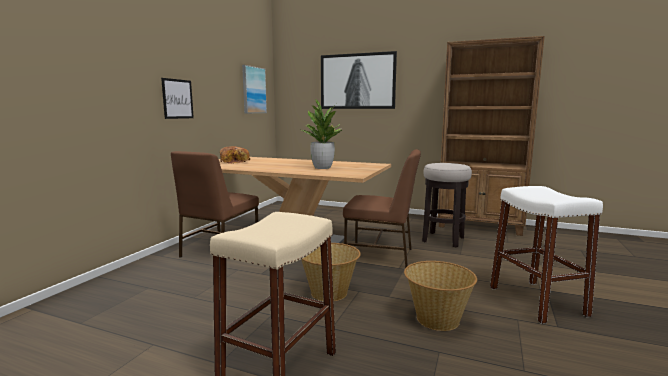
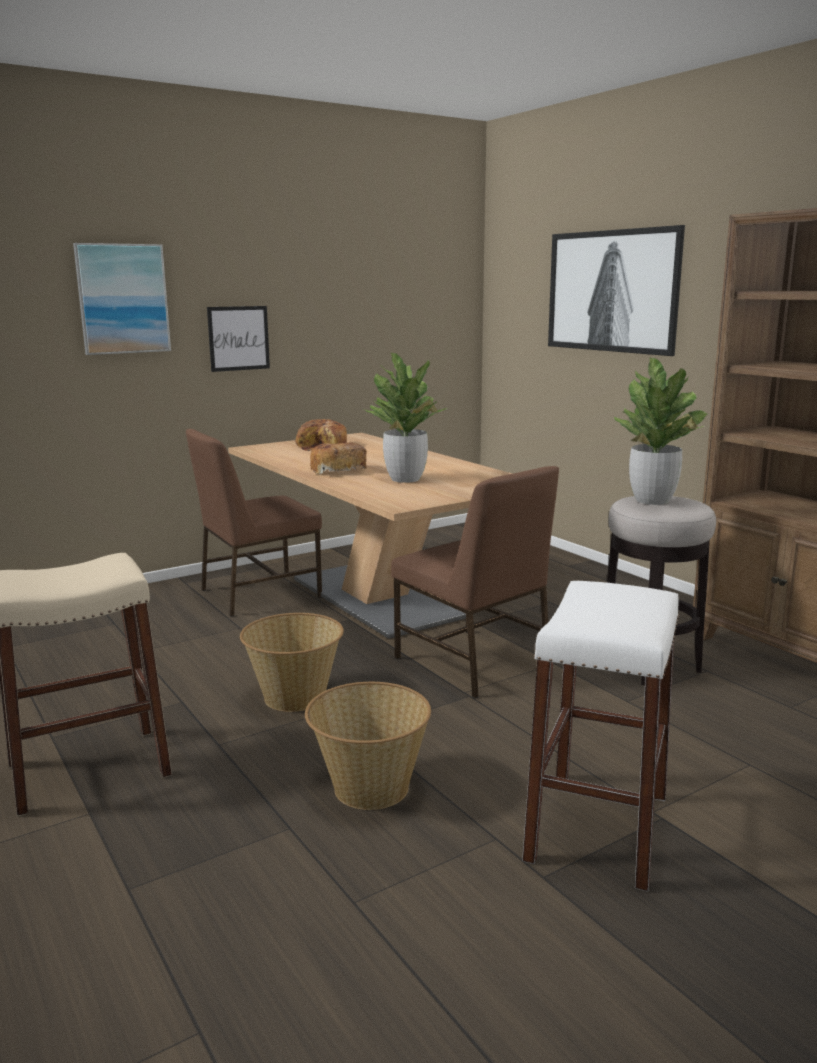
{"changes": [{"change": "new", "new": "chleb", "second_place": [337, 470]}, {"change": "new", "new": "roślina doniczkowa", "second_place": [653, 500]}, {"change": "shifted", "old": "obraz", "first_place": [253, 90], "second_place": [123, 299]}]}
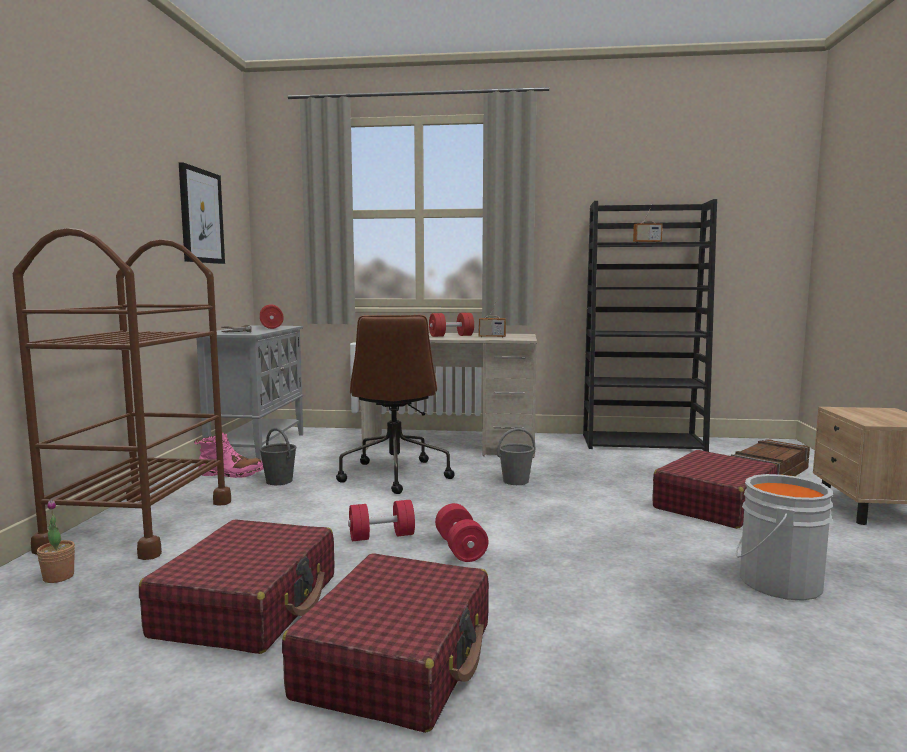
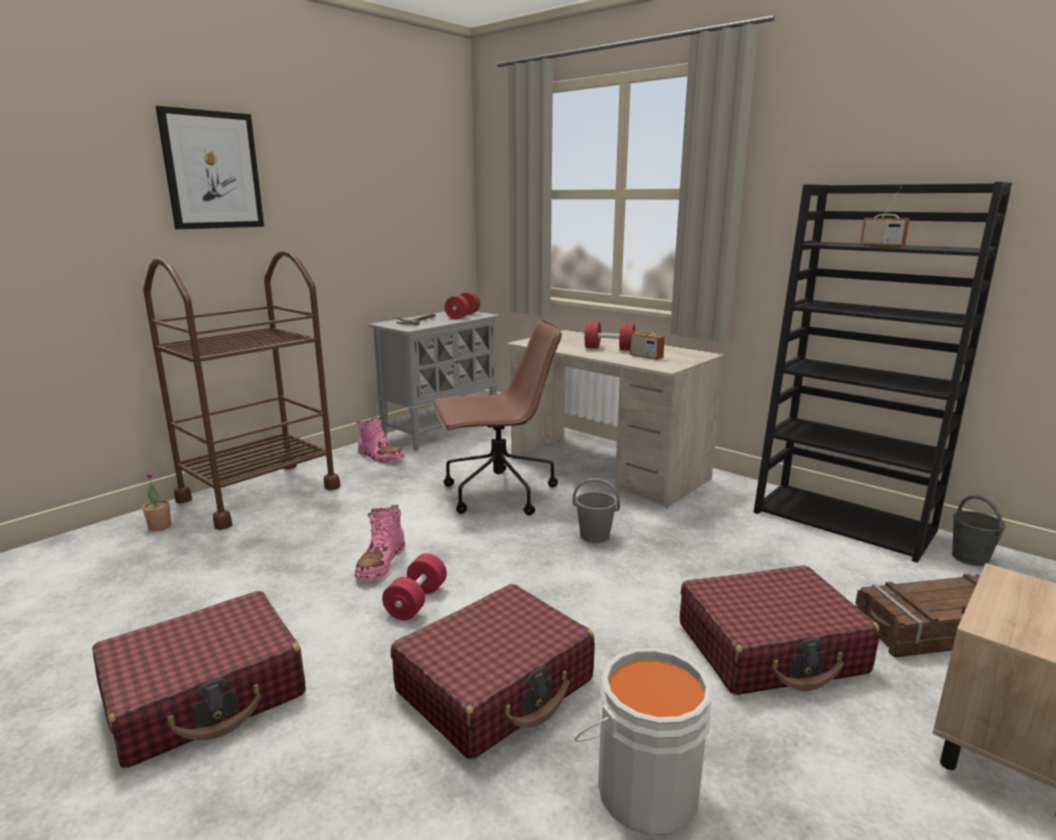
{"changes": [{"change": "shifted", "old": "walizka (czerwony)", "first_place": [249, 605], "second_place": [496, 686]}, {"change": "shifted", "old": "obraz", "first_place": [201, 216], "second_place": [212, 170]}, {"change": "shifted", "old": "wiadro (szary)", "first_place": [279, 481], "second_place": [970, 558]}, {"change": "swapped", "old": "hantel (czerwony)", "new": "but z cholewką (różowy)", "first_place": [381, 536], "second_place": [381, 563]}, {"change": "rotated", "old": "krzesło biurowe (brązowy)", "first_place": [394, 475], "second_place": [497, 494], "degrees": -135}]}
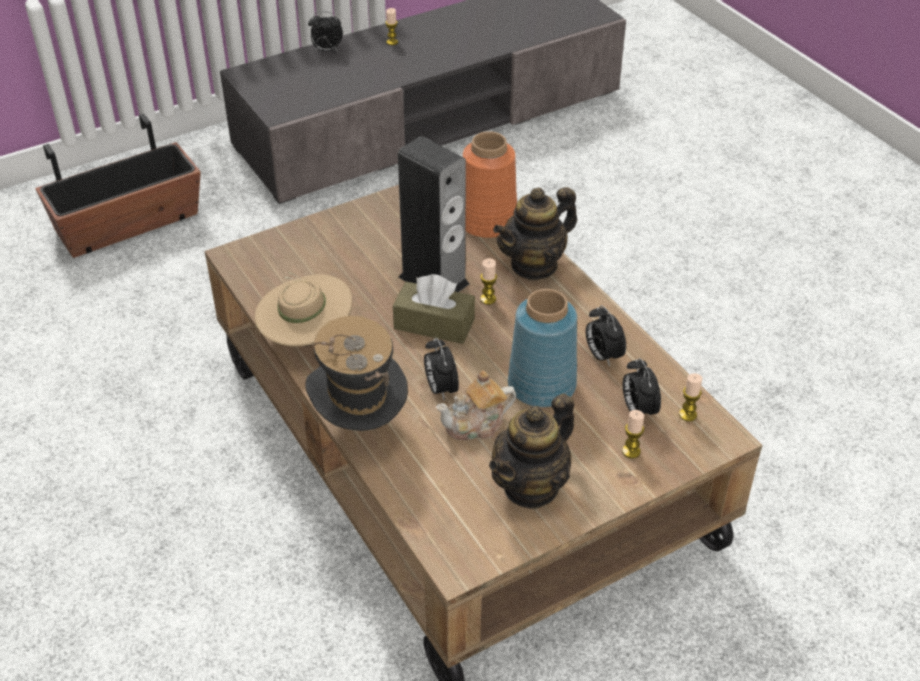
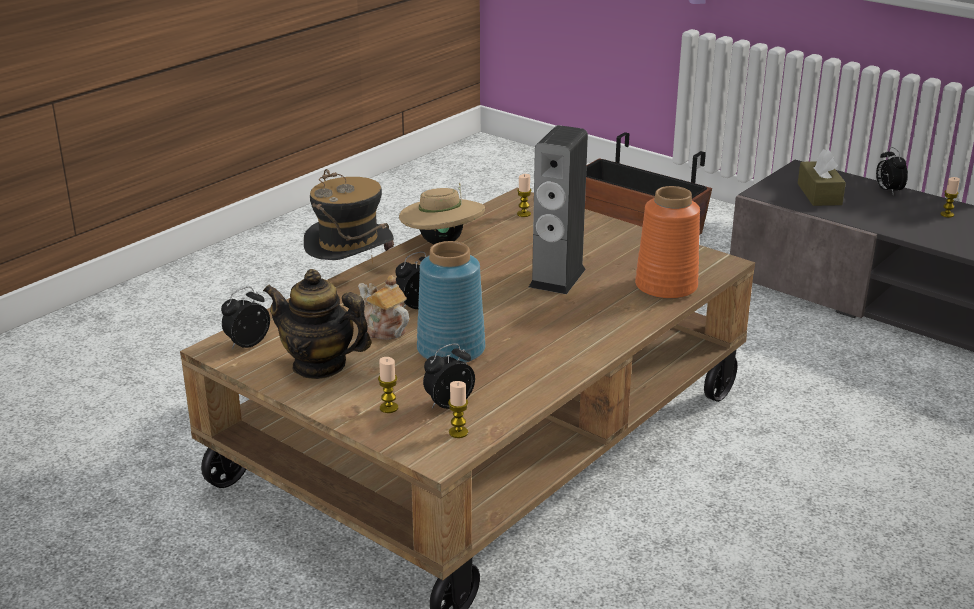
{"changes": [{"change": "gone", "old": "imbryk", "first_place": [534, 265]}, {"change": "shifted", "old": "pudełko chusteczek (brązowy)", "first_place": [434, 324], "second_place": [819, 194]}, {"change": "shifted", "old": "świeca", "first_place": [488, 299], "second_place": [523, 214]}, {"change": "shifted", "old": "budzik", "first_place": [602, 356], "second_place": [247, 344]}]}
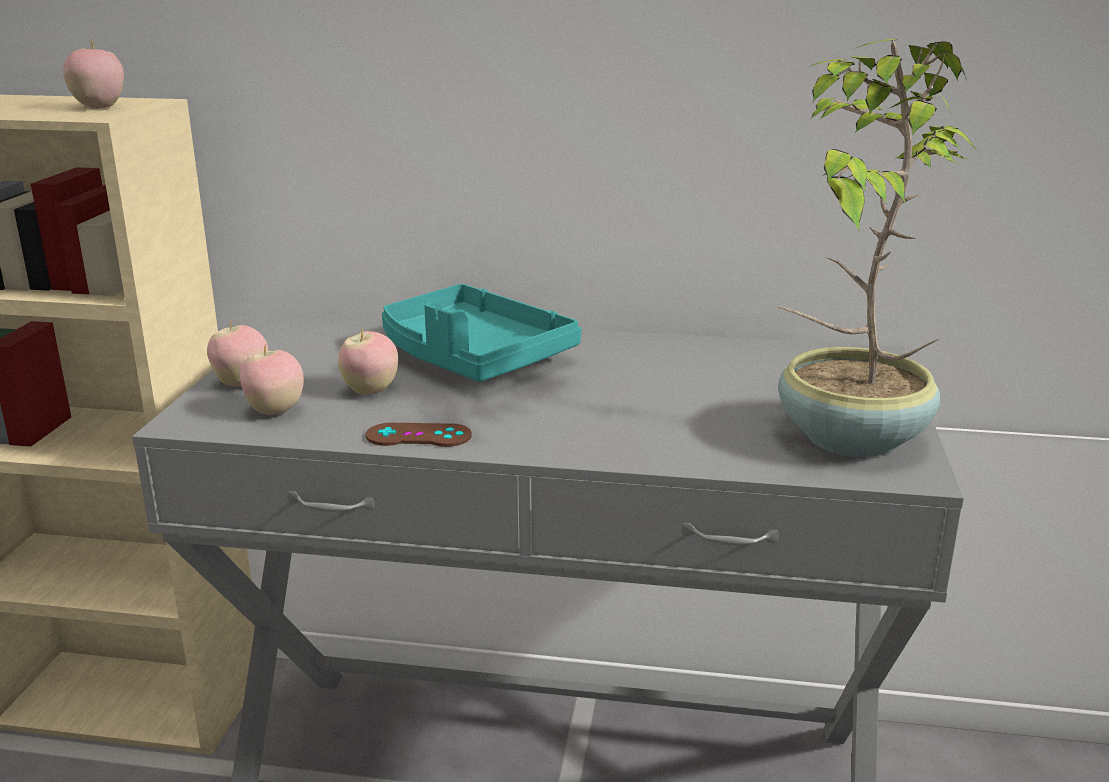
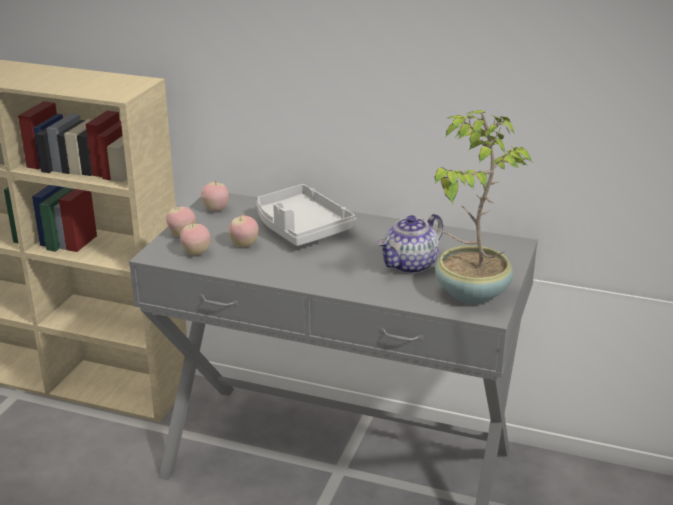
{"changes": [{"change": "gone", "old": "pad do gier (brązowy)", "first_place": [418, 436]}, {"change": "new", "new": "imbryk", "second_place": [410, 265]}, {"change": "shifted", "old": "jabłko", "first_place": [99, 107], "second_place": [216, 210]}, {"change": "repainted", "old": "taca (turkusowy)", "new": "taca (szary)", "first_place": [472, 357], "second_place": [300, 228]}]}
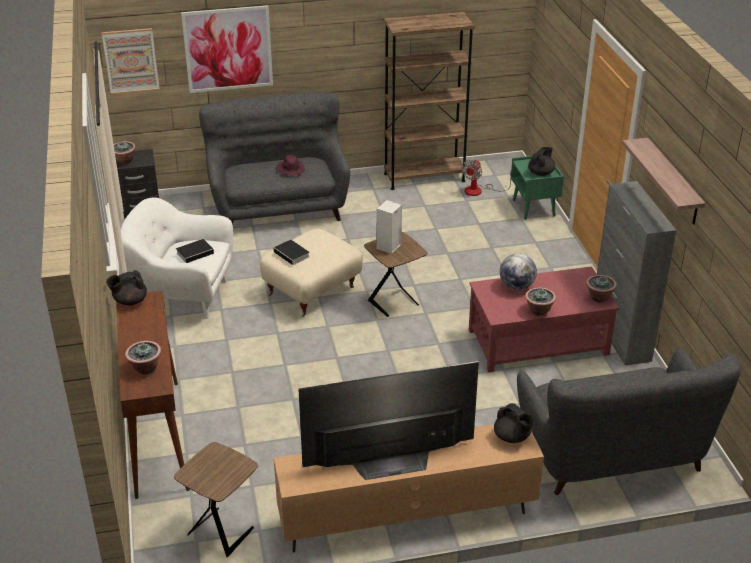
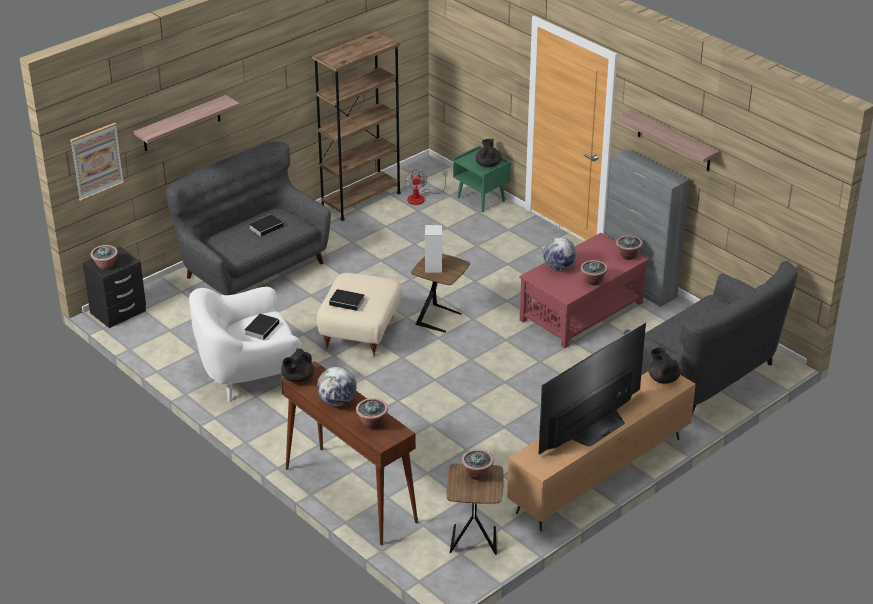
{"changes": [{"change": "new", "new": "globus", "second_place": [337, 401]}, {"change": "new", "new": "roślina doniczkowa", "second_place": [477, 474]}, {"change": "swapped", "old": "obraz", "new": "półka", "first_place": [228, 49], "second_place": [181, 124]}, {"change": "swapped", "old": "kapelusz (fioletowy)", "new": "książka", "first_place": [290, 169], "second_place": [267, 227]}, {"change": "rotated", "old": "imbryk (czarny)", "first_place": [512, 437], "second_place": [663, 378], "degrees": -135}]}
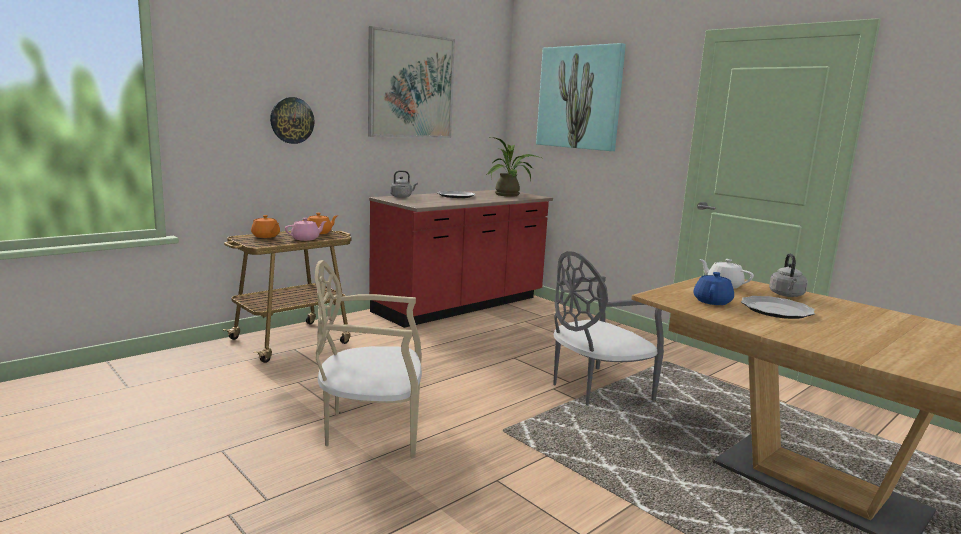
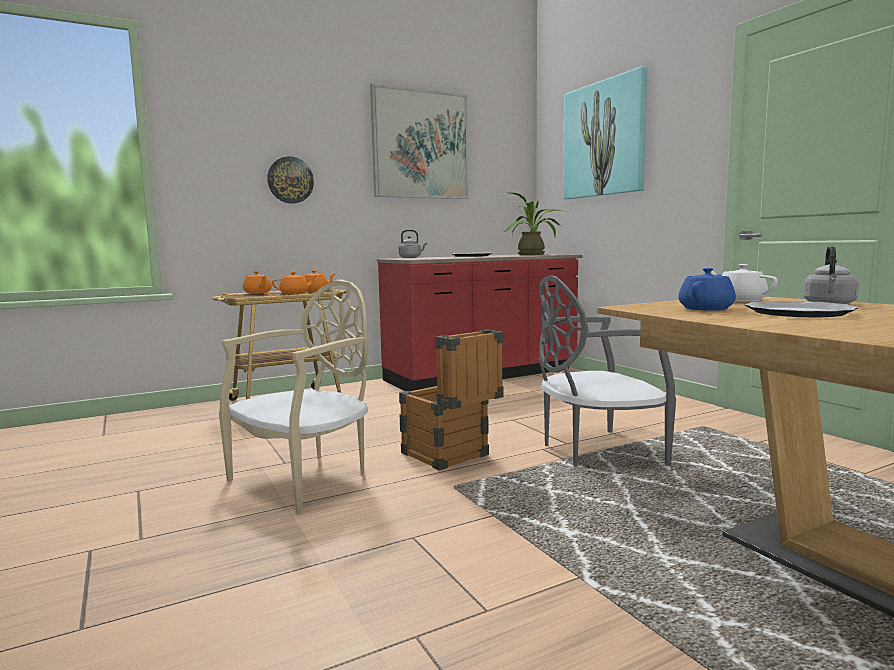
{"changes": [{"change": "new", "new": "skrzynka", "second_place": [451, 457]}, {"change": "repainted", "old": "imbryk (różowy)", "new": "imbryk (pomarańczowy)", "first_place": [306, 239], "second_place": [295, 294]}, {"change": "rotated", "old": "krzesło (beżowy)", "first_place": [372, 429], "second_place": [305, 479], "degrees": 120}]}
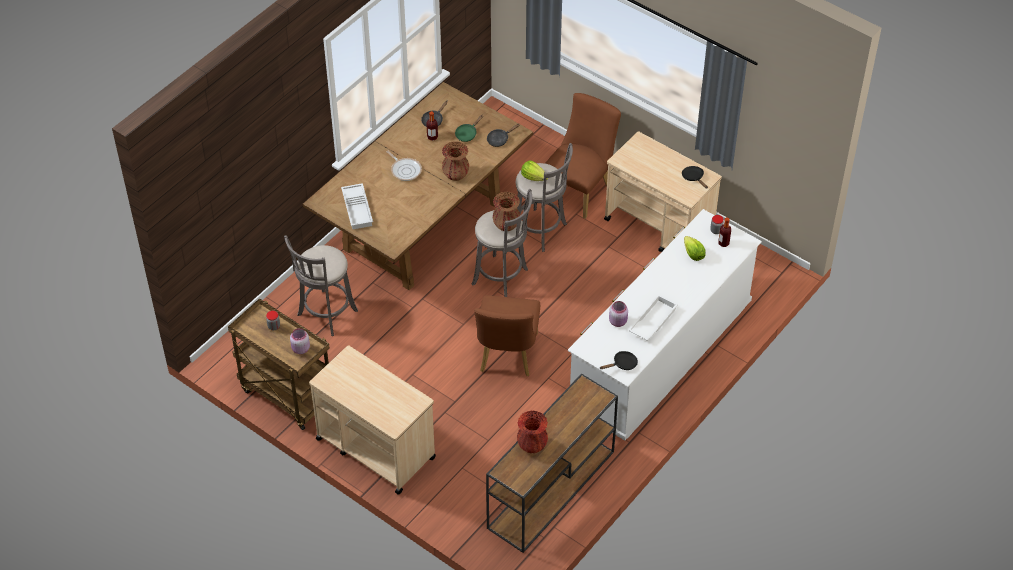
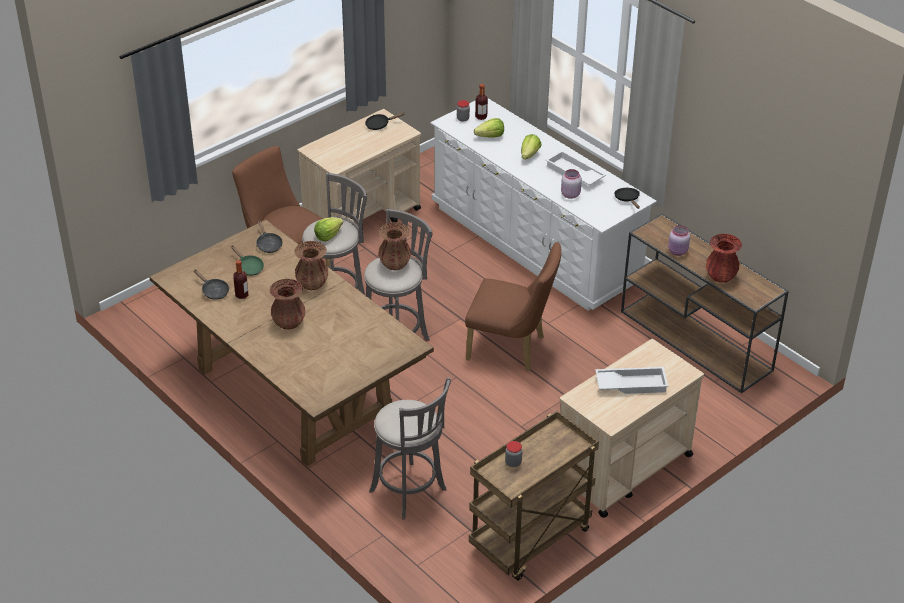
{"changes": [{"change": "new", "new": "sałata", "second_place": [529, 155]}, {"change": "shifted", "old": "słoik (różowy)", "first_place": [300, 349], "second_place": [678, 252]}, {"change": "shifted", "old": "taca (biały)", "first_place": [358, 209], "second_place": [631, 383]}, {"change": "swapped", "old": "patelnia", "new": "wazon (brązowy)", "first_place": [405, 170], "second_place": [288, 323]}]}
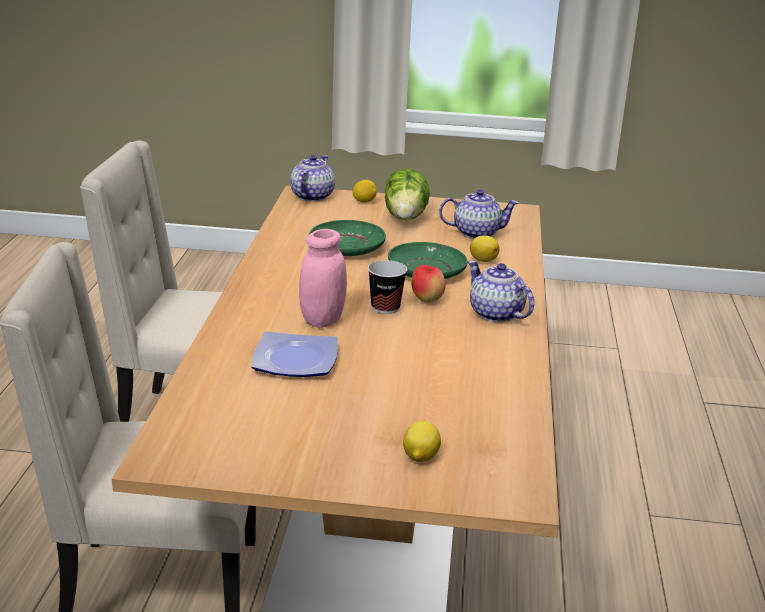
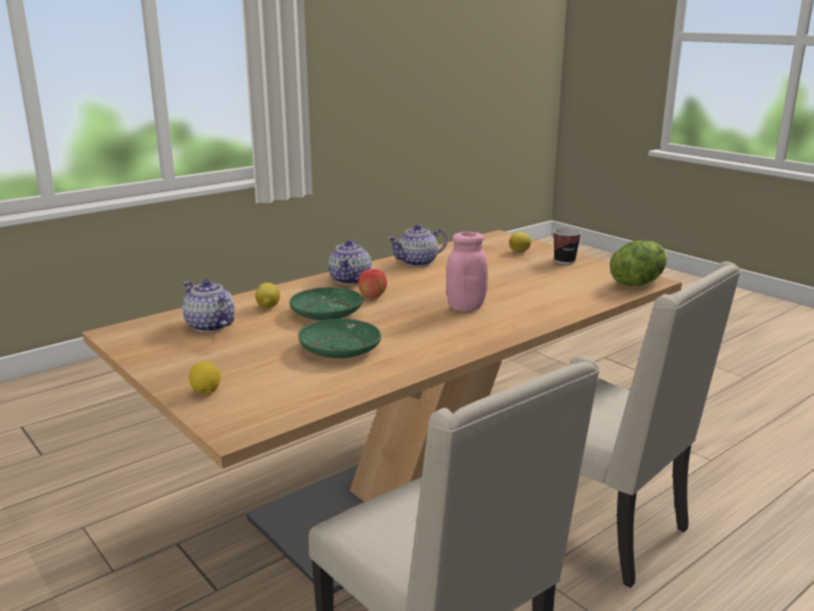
{"changes": [{"change": "gone", "old": "talerz", "first_place": [294, 359]}, {"change": "shifted", "old": "imbryk", "first_place": [311, 196], "second_place": [418, 262]}, {"change": "shifted", "old": "filiżanka", "first_place": [385, 308], "second_place": [564, 261]}, {"change": "shifted", "old": "sałata", "first_place": [406, 216], "second_place": [637, 282]}]}
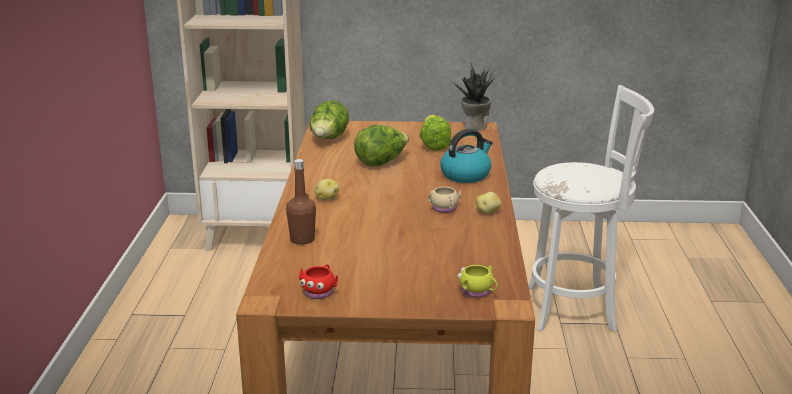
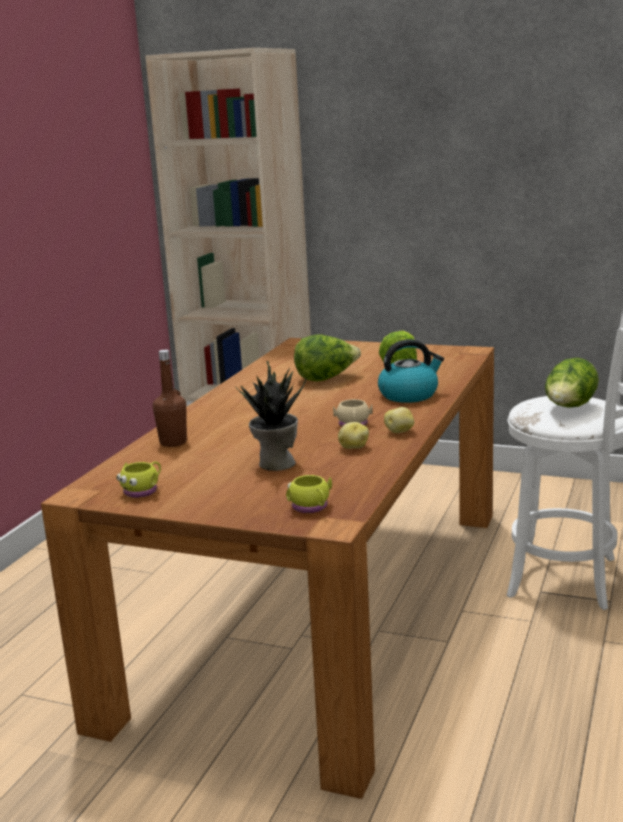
{"changes": [{"change": "shifted", "old": "sałata", "first_place": [329, 140], "second_place": [569, 408]}, {"change": "shifted", "old": "ziemniak", "first_place": [326, 198], "second_place": [353, 447]}, {"change": "shifted", "old": "roślina doniczkowa", "first_place": [474, 126], "second_place": [275, 463]}, {"change": "repainted", "old": "kubek (czerwony)", "new": "kubek (żółty)", "first_place": [319, 291], "second_place": [143, 490]}]}
